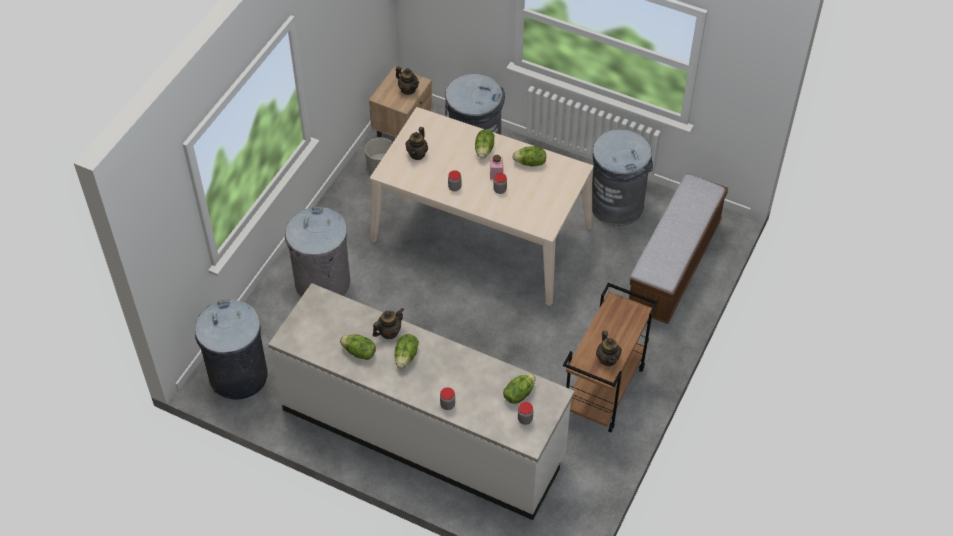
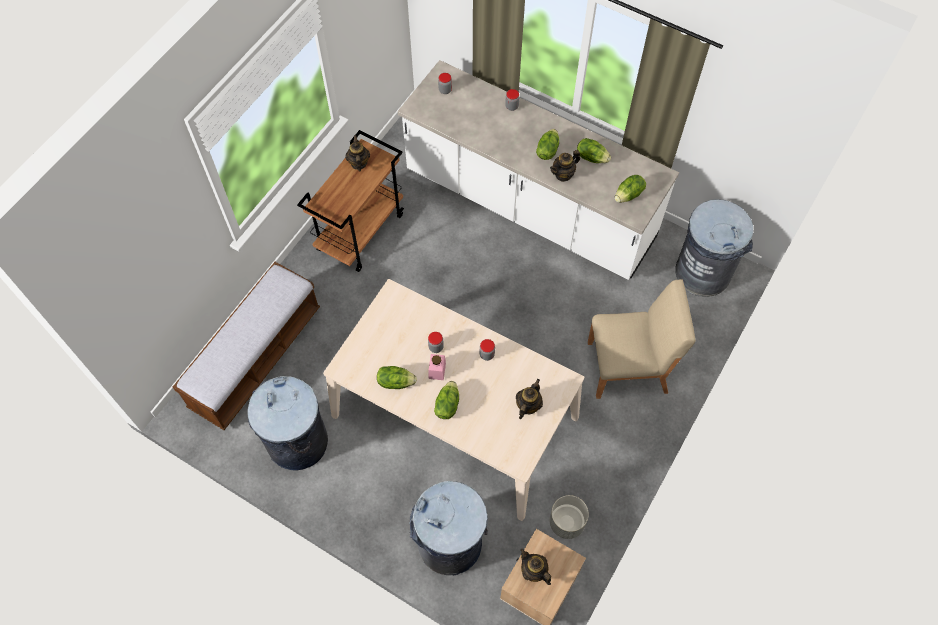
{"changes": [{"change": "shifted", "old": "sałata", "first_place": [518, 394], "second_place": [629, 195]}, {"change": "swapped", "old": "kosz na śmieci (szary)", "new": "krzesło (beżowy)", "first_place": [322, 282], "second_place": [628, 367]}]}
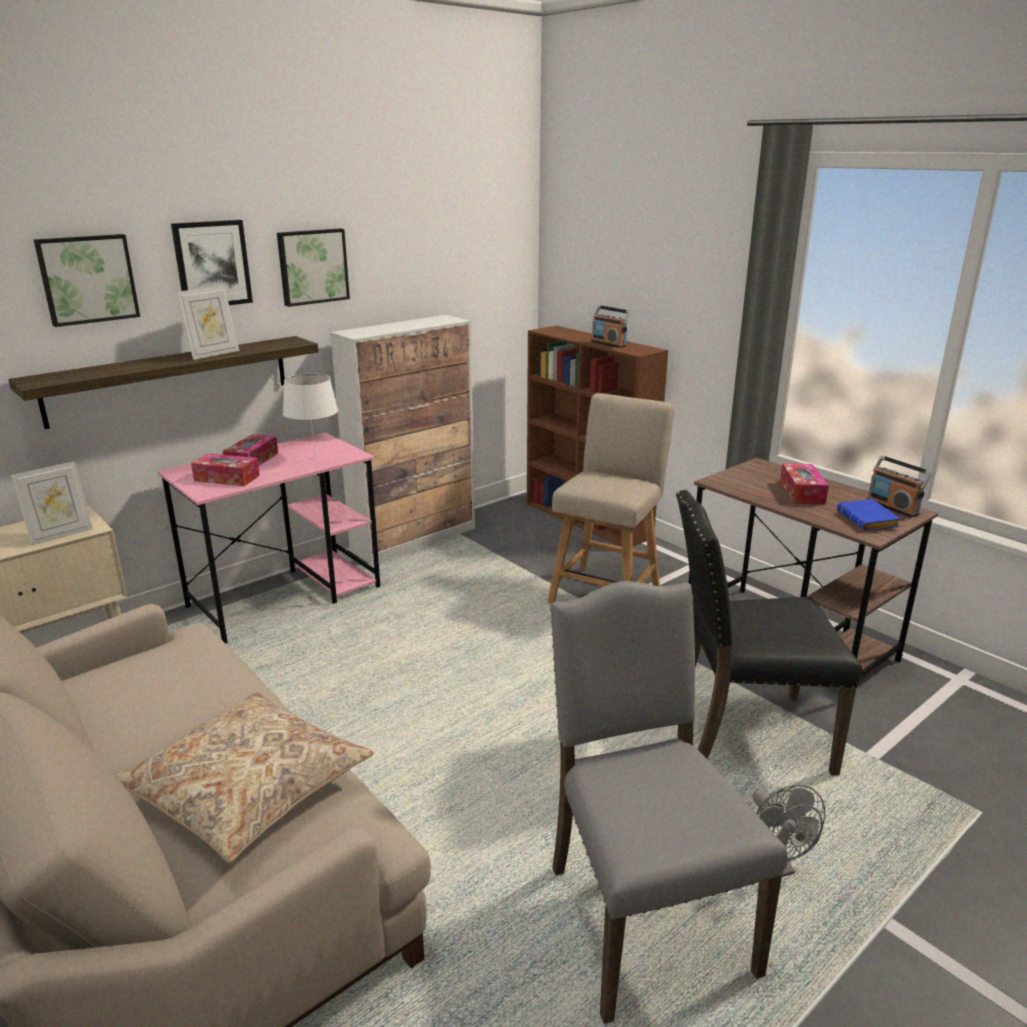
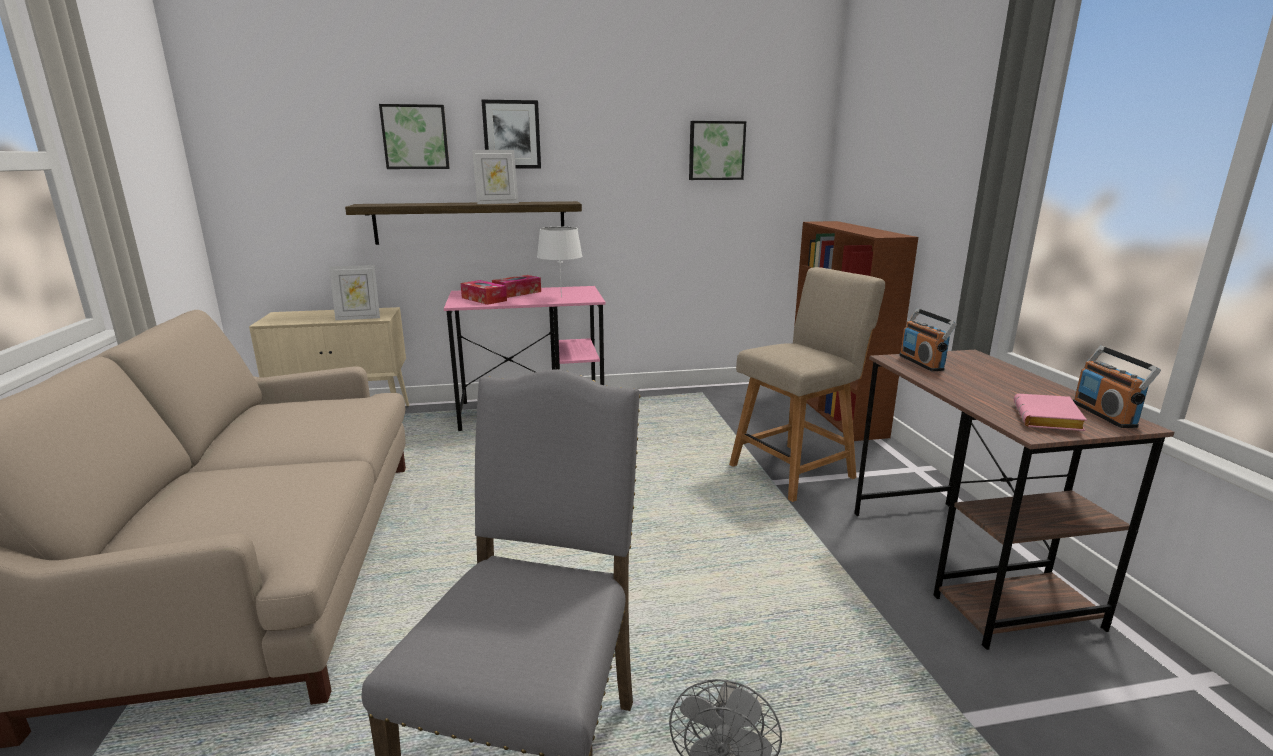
{"changes": [{"change": "gone", "old": "poduszka (beżowy)", "first_place": [248, 788]}, {"change": "gone", "old": "szafka", "first_place": [415, 539]}, {"change": "gone", "old": "krzesło (czarny)", "first_place": [744, 735]}, {"change": "gone", "old": "pudełko chusteczek", "first_place": [802, 492]}, {"change": "shifted", "old": "obraz", "first_place": [312, 266], "second_place": [716, 150]}, {"change": "shifted", "old": "radio", "first_place": [609, 344], "second_place": [922, 363]}, {"change": "repainted", "old": "książka (niebieski)", "new": "książka (różowy)", "first_place": [869, 521], "second_place": [1049, 420]}]}
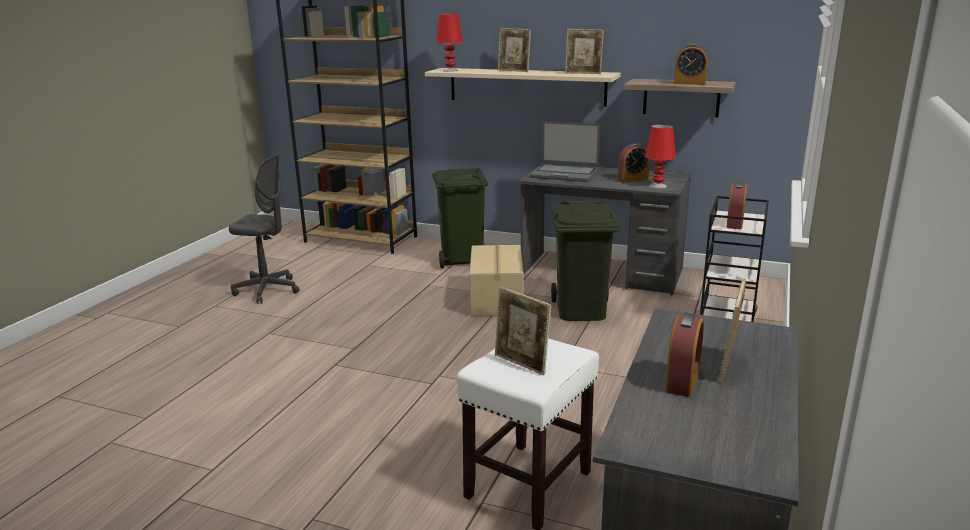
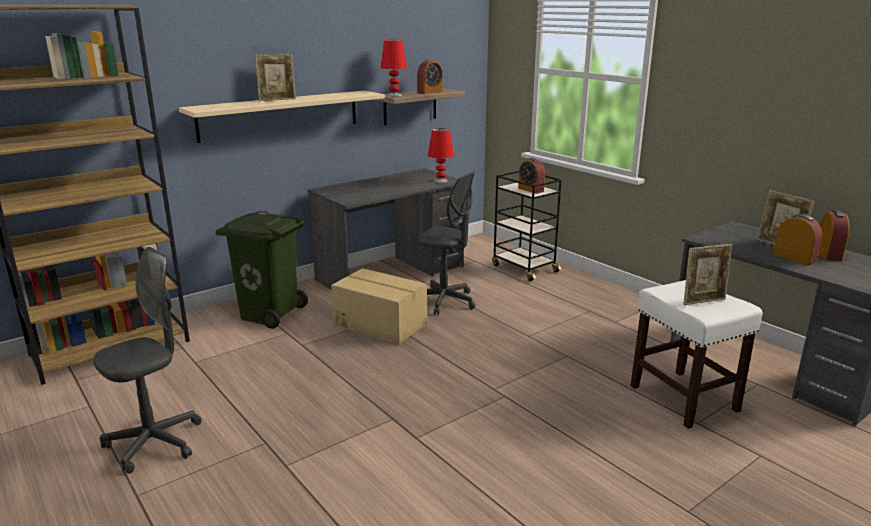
{"changes": [{"change": "gone", "old": "laptop", "first_place": [564, 174]}, {"change": "gone", "old": "ramka na zdjęcie", "first_place": [583, 73]}, {"change": "shifted", "old": "lampa stołowa (czerwony)", "first_place": [450, 70], "second_place": [394, 95]}, {"change": "shifted", "old": "budzik", "first_place": [633, 179], "second_place": [828, 254]}, {"change": "swapped", "old": "kosz na śmieci (zielony)", "new": "krzesło biurowe (szary)", "first_place": [580, 310], "second_place": [445, 301]}]}
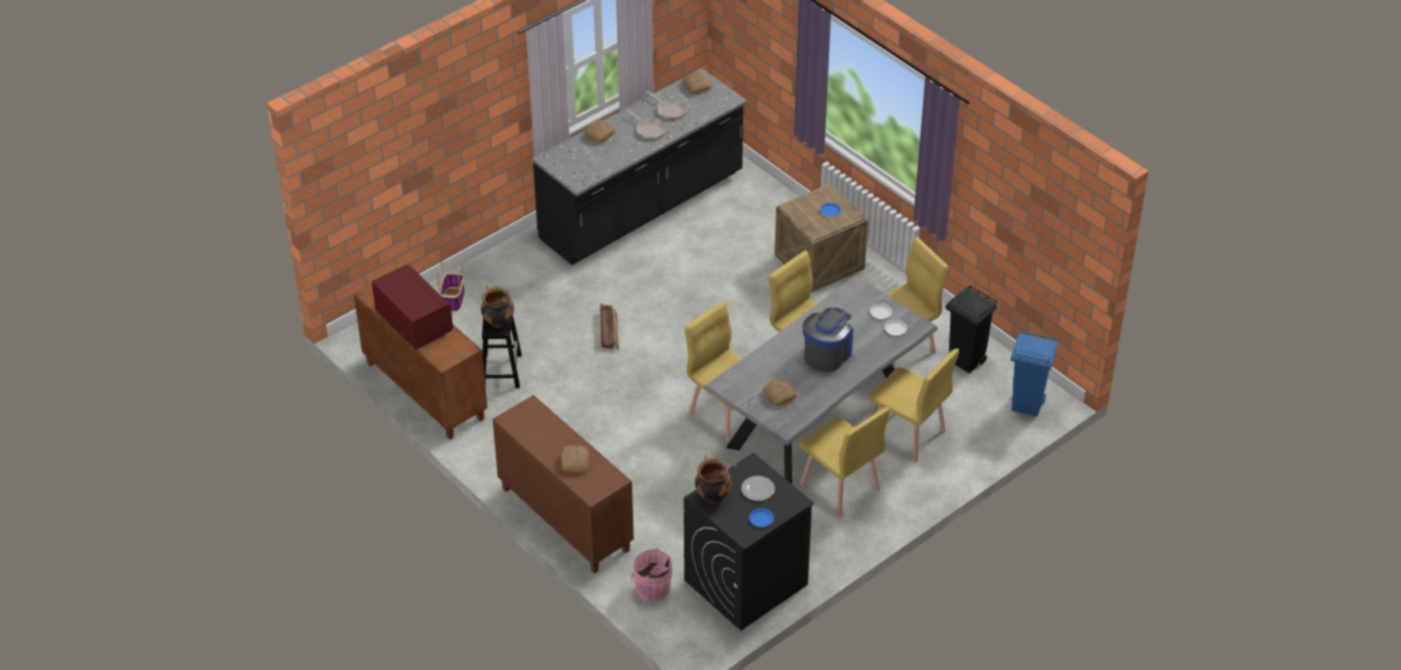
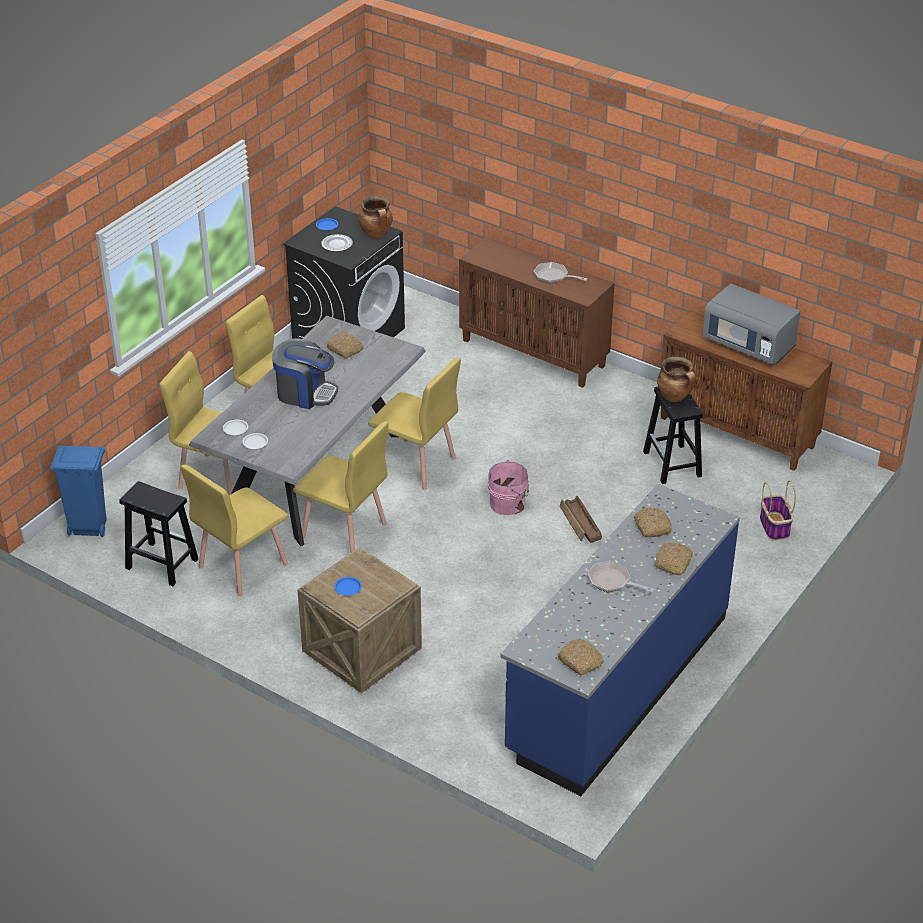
{"changes": [{"change": "shifted", "old": "chleb", "first_place": [575, 463], "second_place": [651, 527]}, {"change": "shifted", "old": "wiadro (różowy)", "first_place": [651, 587], "second_place": [509, 503]}, {"change": "shifted", "old": "patelnia", "first_place": [669, 110], "second_place": [554, 276]}, {"change": "swapped", "old": "kosz na śmieci (czarny)", "new": "stołek (czarny)", "first_place": [966, 361], "second_place": [161, 563]}, {"change": "repainted", "old": "mikrofalówka (czerwony)", "new": "mikrofalówka (szary)", "first_place": [413, 323], "second_place": [749, 345]}, {"change": "repainted", "old": "zabudowa kuchenna (czarny)", "new": "zabudowa kuchenna (niebieski)", "first_place": [642, 208], "second_place": [617, 684]}, {"change": "rotated", "old": "ekspres do kawy", "first_place": [827, 354], "second_place": [305, 393], "degrees": -90}]}
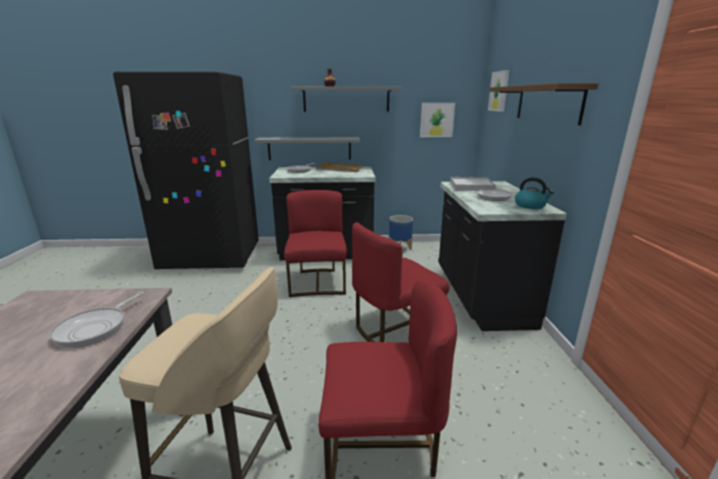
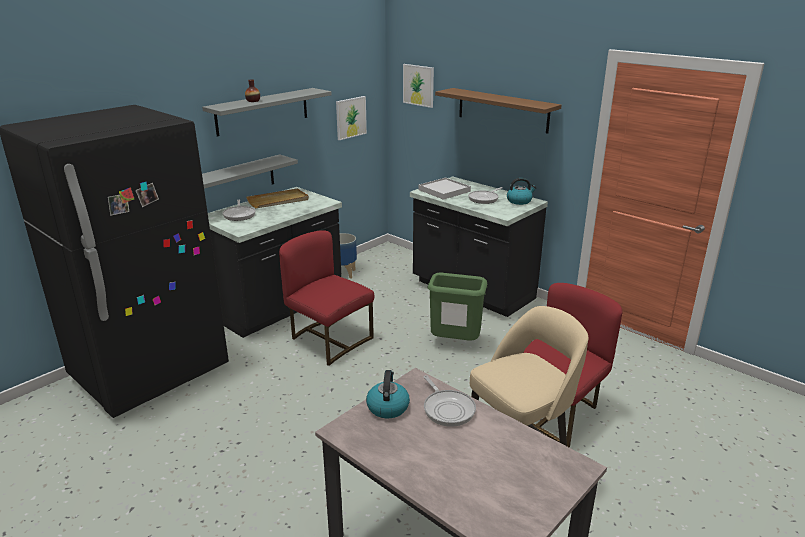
{"changes": [{"change": "new", "new": "czajnik", "second_place": [387, 407]}, {"change": "swapped", "old": "krzesło (czerwony)", "new": "kosz na śmieci (zielony)", "first_place": [395, 328], "second_place": [454, 344]}]}
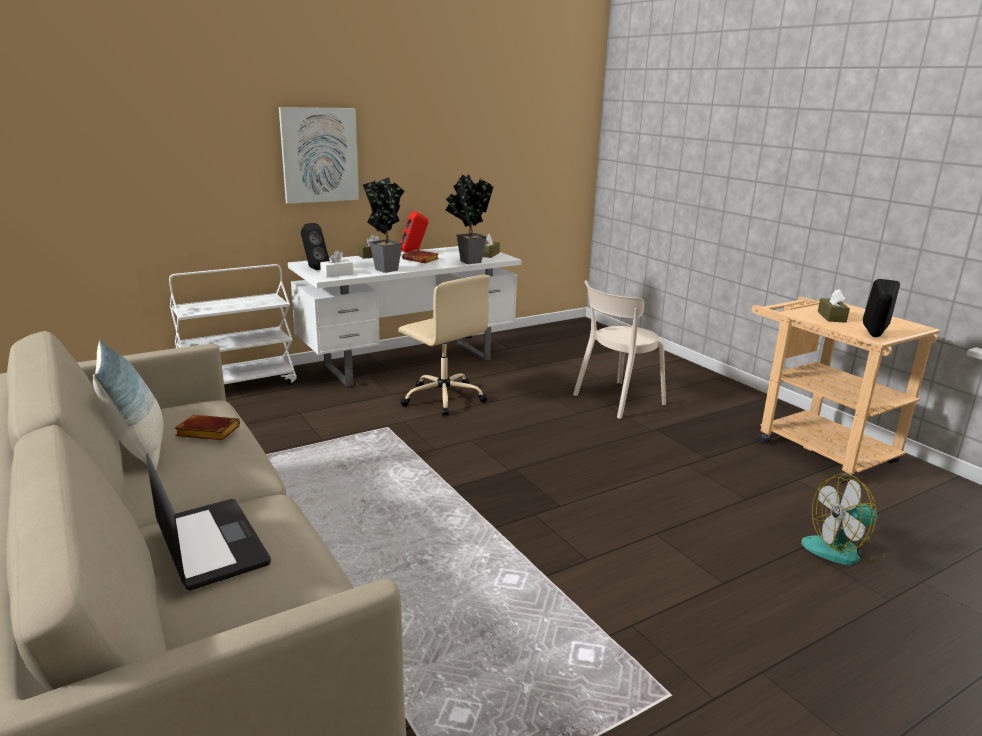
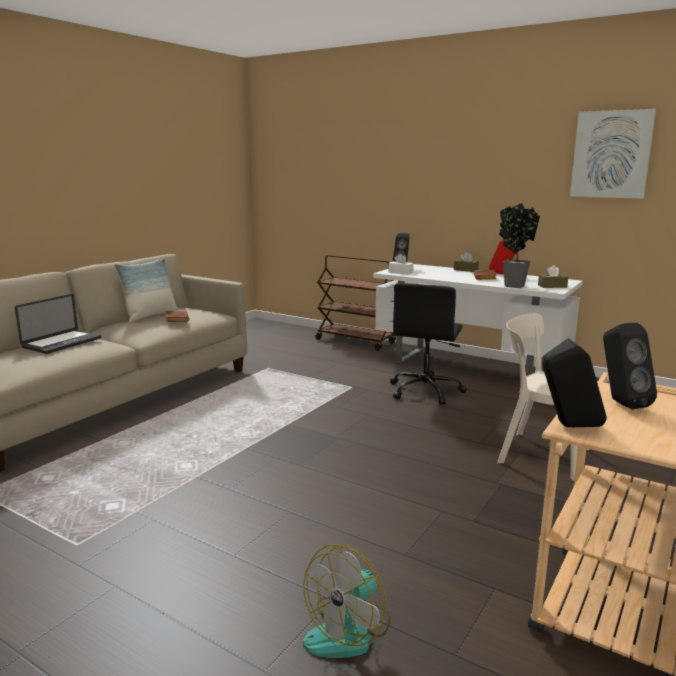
{"changes": [{"change": "gone", "old": "roślina doniczkowa", "first_place": [386, 269]}, {"change": "shifted", "old": "obraz", "first_place": [319, 155], "second_place": [611, 154]}, {"change": "swapped", "old": "pudełko chusteczek (brązowy)", "new": "głośnik (czarny)", "first_place": [831, 317], "second_place": [620, 403]}, {"change": "repainted", "old": "wózek (biały)", "new": "wózek (brązowy)", "first_place": [238, 385], "second_place": [356, 341]}, {"change": "repainted", "old": "krzesło biurowe (beżowy)", "new": "krzesło biurowe (czarny)", "first_place": [443, 398], "second_place": [425, 391]}, {"change": "rotated", "old": "wentylator", "first_place": [843, 550], "second_place": [349, 631], "degrees": -105}]}
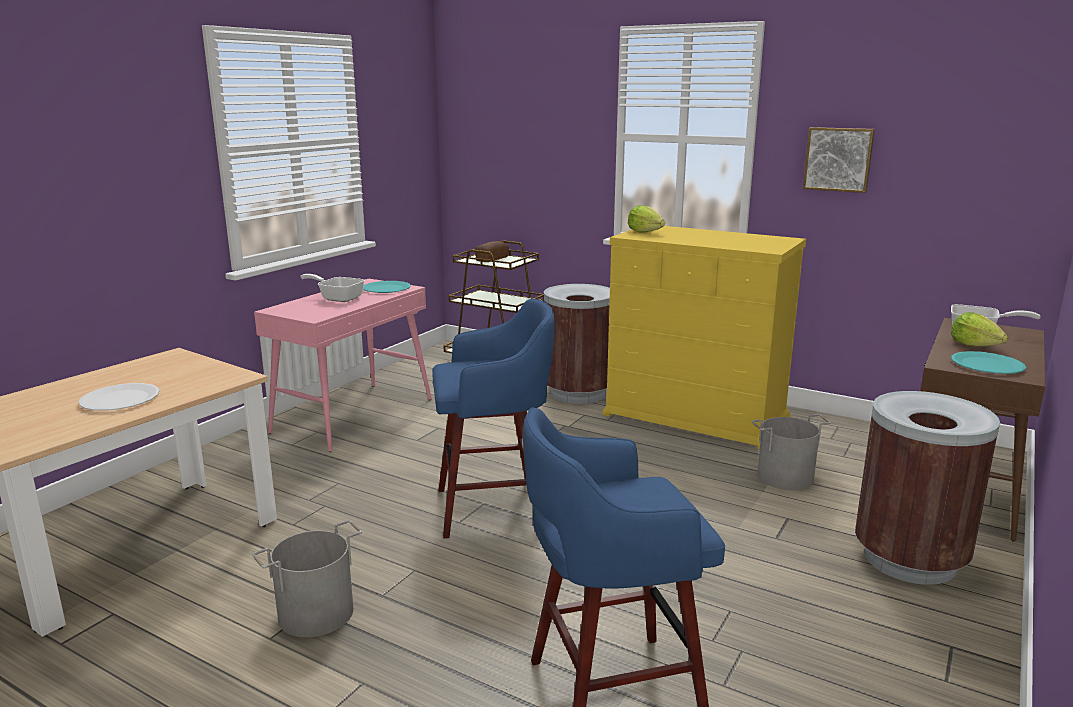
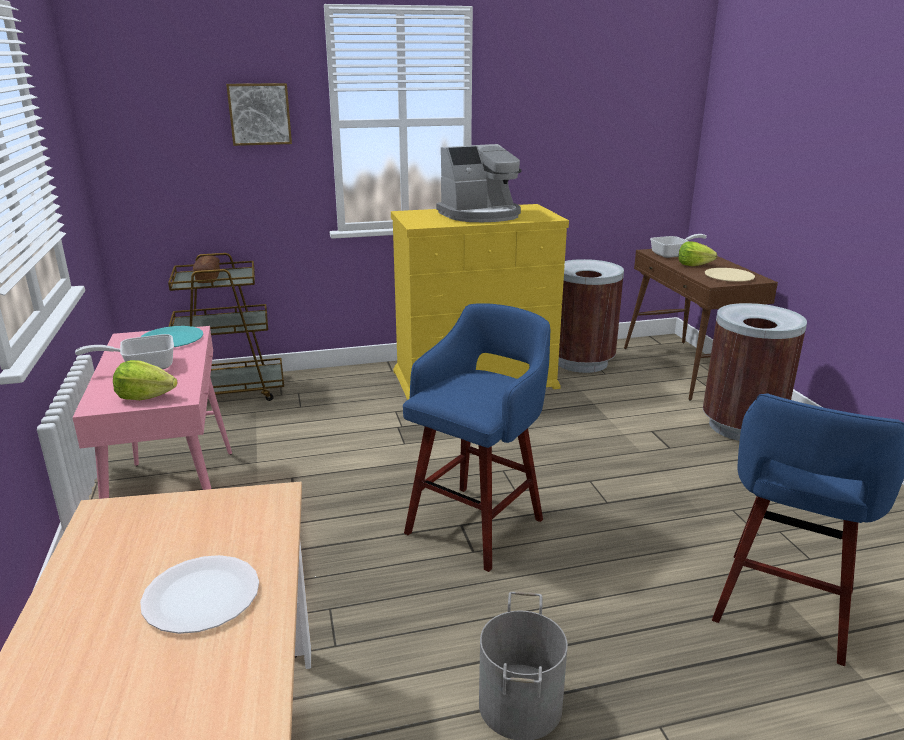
{"changes": [{"change": "gone", "old": "wiadro (szary)", "first_place": [784, 477]}, {"change": "new", "new": "ekspres do kawy", "second_place": [481, 215]}, {"change": "shifted", "old": "kosz na śmieci (brązowy)", "first_place": [578, 393], "second_place": [581, 362]}, {"change": "shifted", "old": "sałata", "first_place": [645, 232], "second_place": [145, 397]}, {"change": "shifted", "old": "obraz", "first_place": [838, 159], "second_place": [259, 114]}, {"change": "repainted", "old": "talerz (turkusowy)", "new": "talerz (beżowy)", "first_place": [987, 365], "second_place": [729, 276]}]}
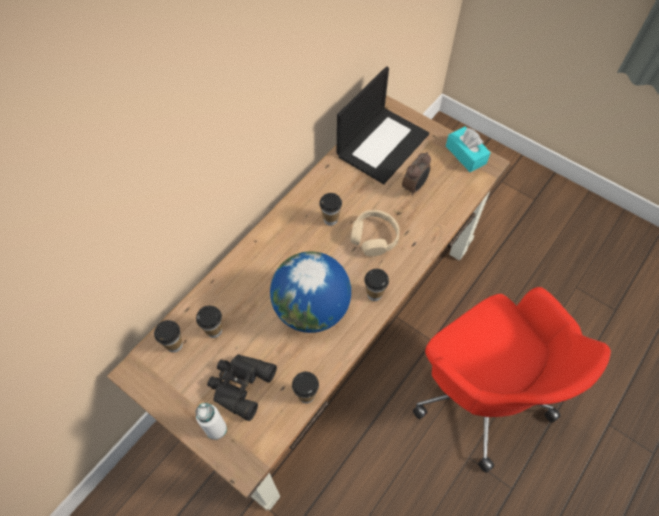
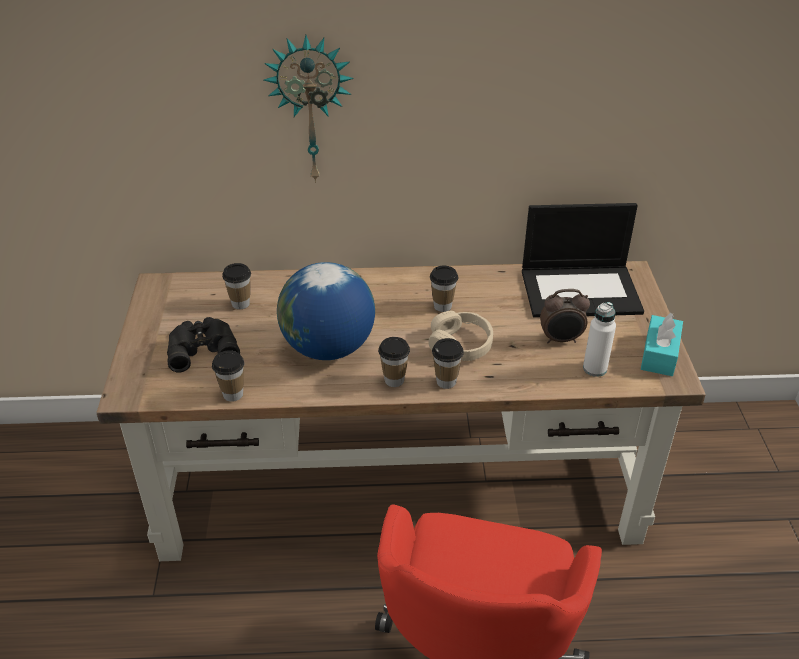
{"changes": [{"change": "new", "new": "zegar ścienny", "second_place": [311, 109]}, {"change": "shifted", "old": "filiżanka", "first_place": [174, 345], "second_place": [446, 381]}, {"change": "shifted", "old": "butelka (biały)", "first_place": [216, 429], "second_place": [595, 368]}]}
